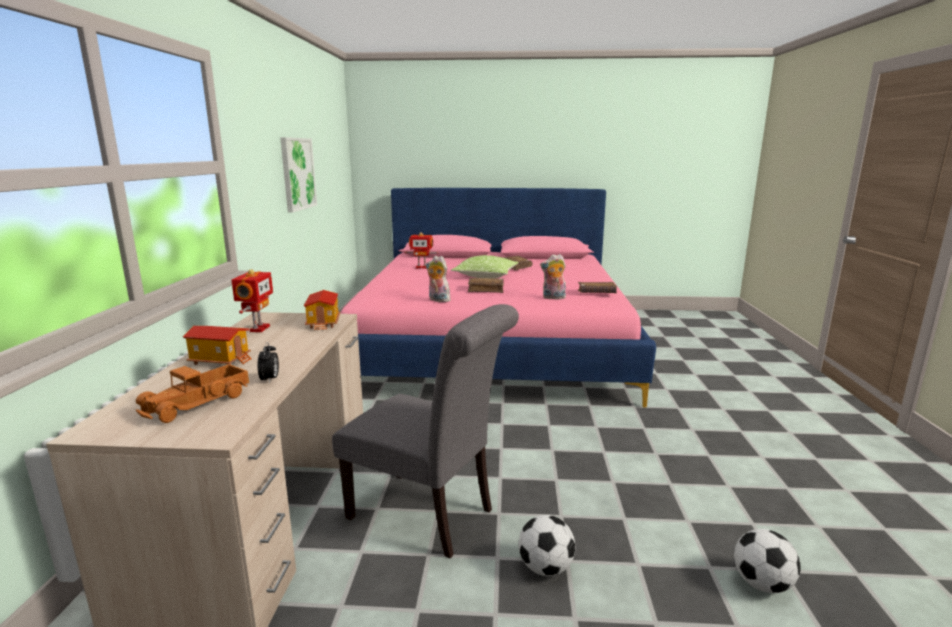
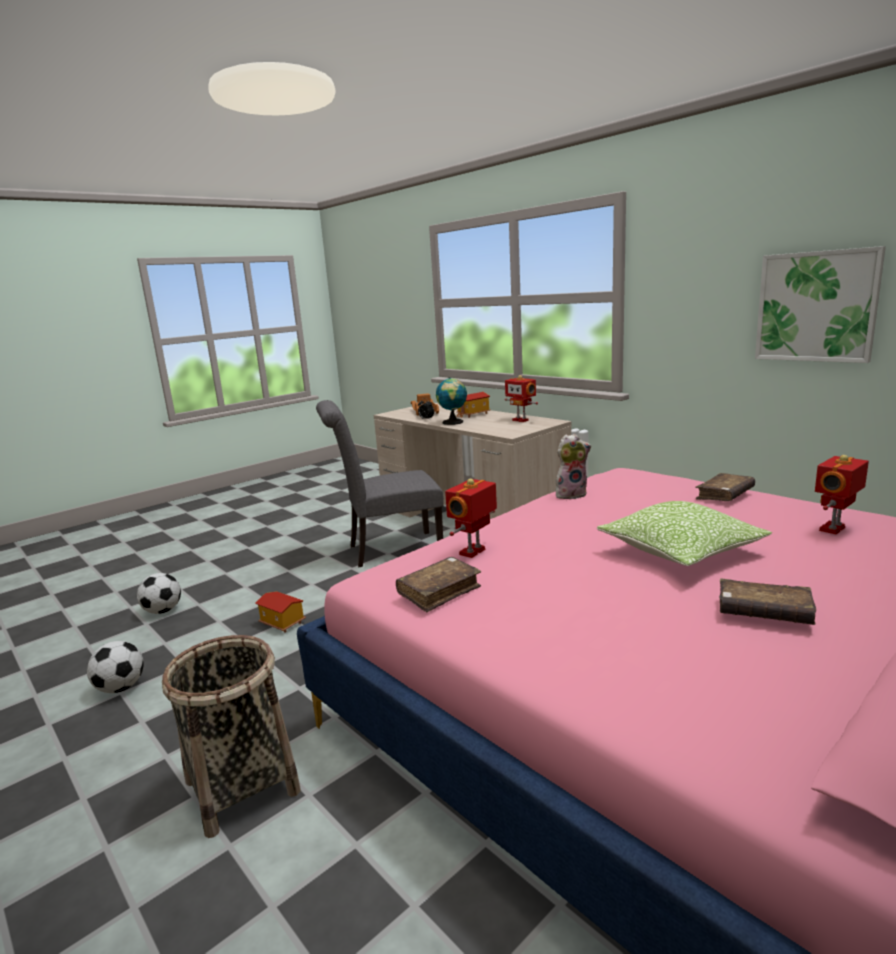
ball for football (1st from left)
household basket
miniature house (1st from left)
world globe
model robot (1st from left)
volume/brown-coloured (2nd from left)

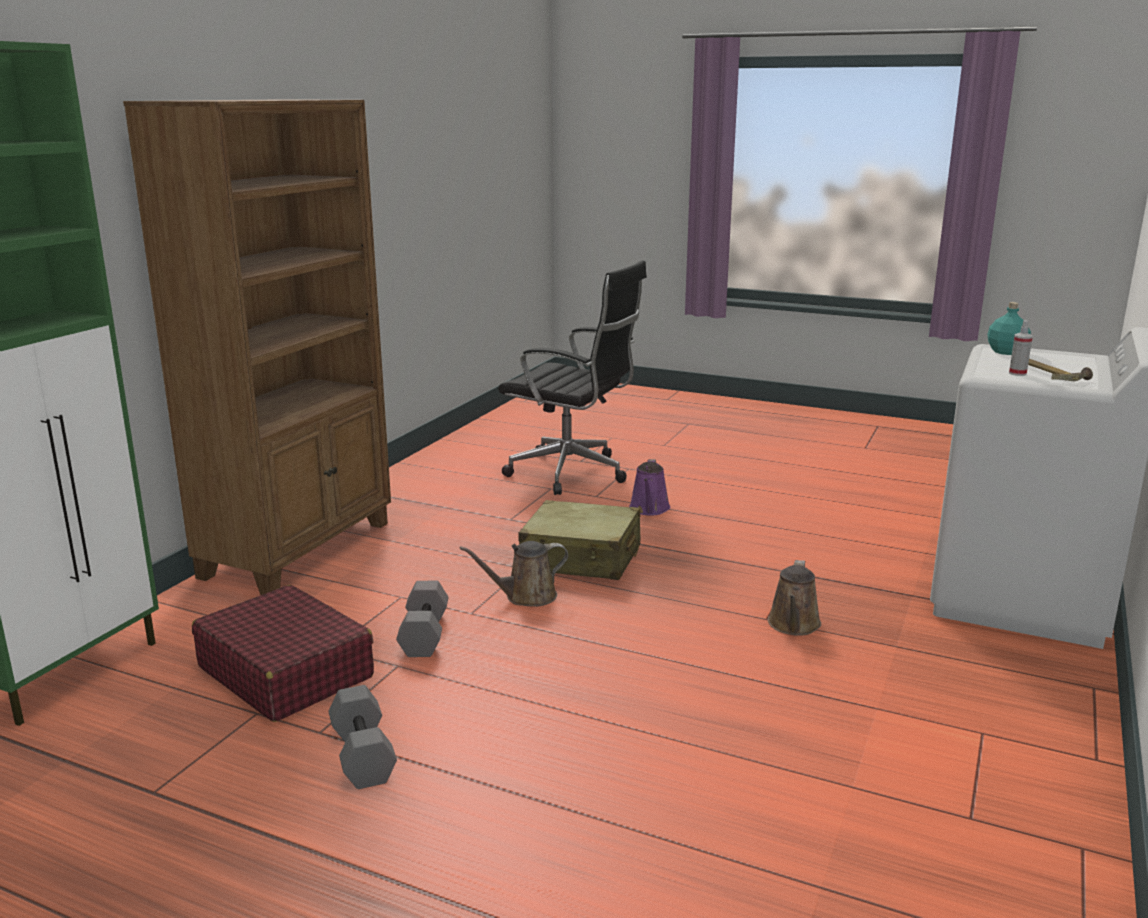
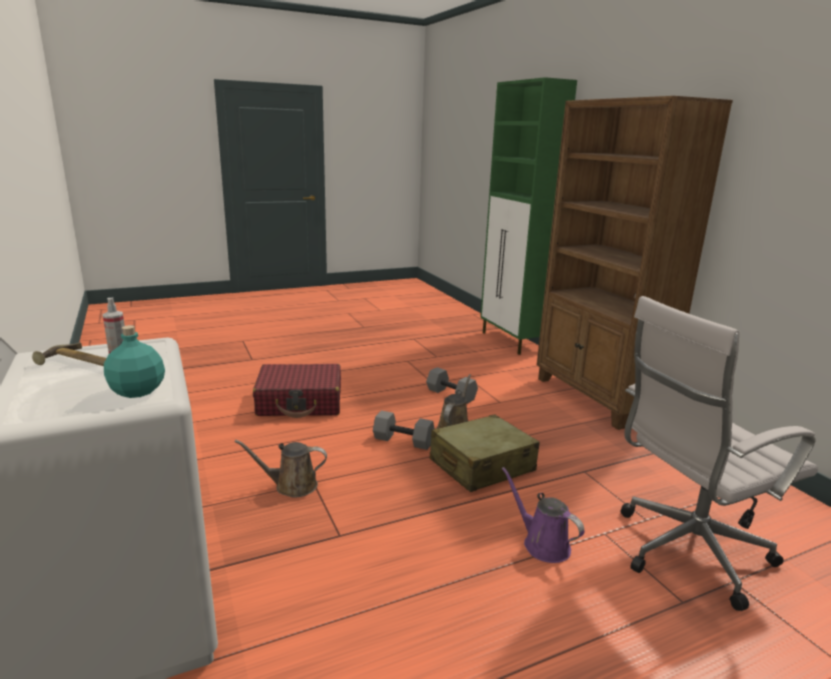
watering can/brown-coloured (1st from left)
suitcase/red-coloured
free weight/gray (1st from left)
computer chair/white

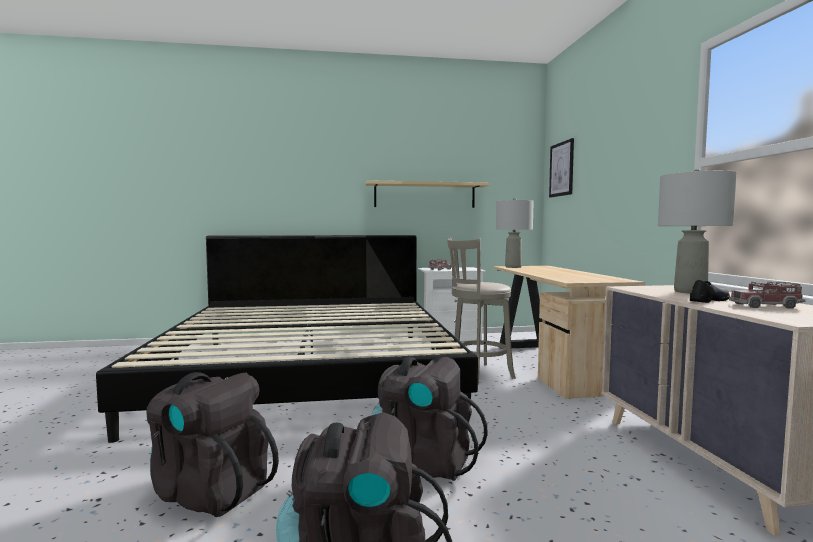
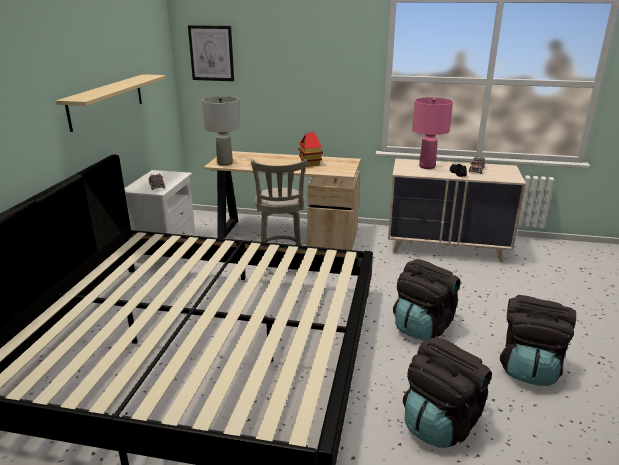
miniature house
lamp for a table/pink-coloured

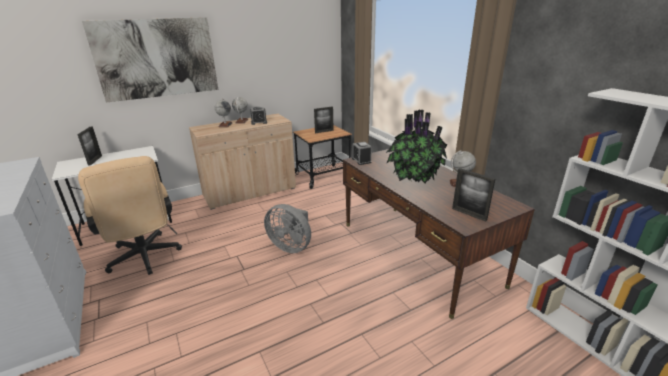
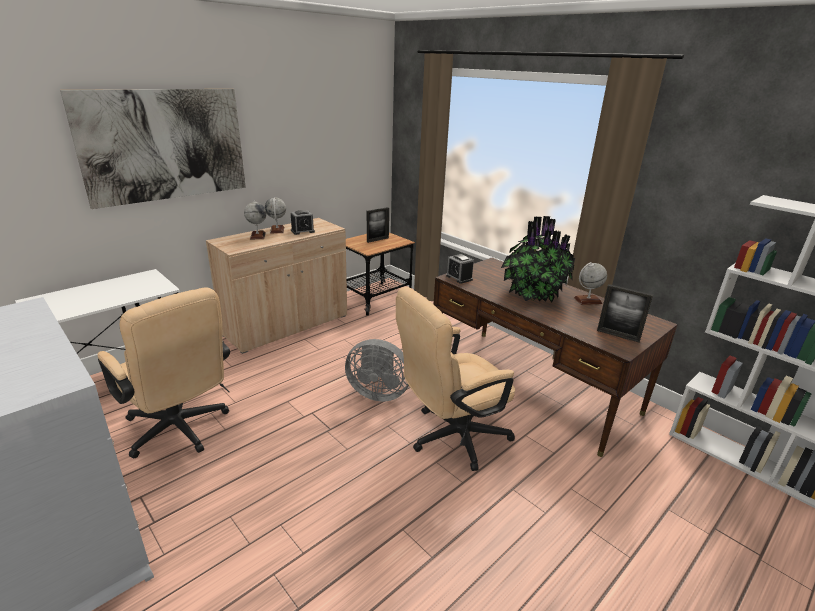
computer chair/beige-coloured (2nd from left)
photo frame (1st from left in the first image)

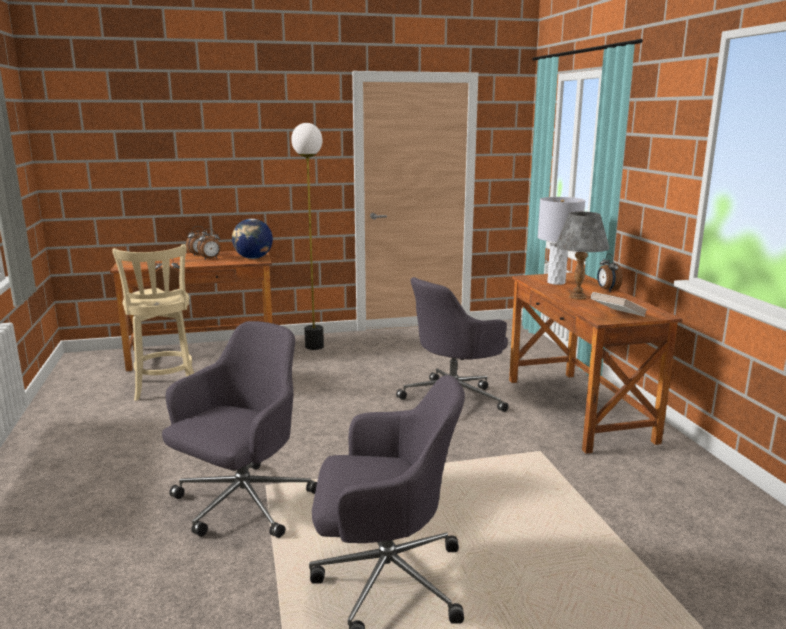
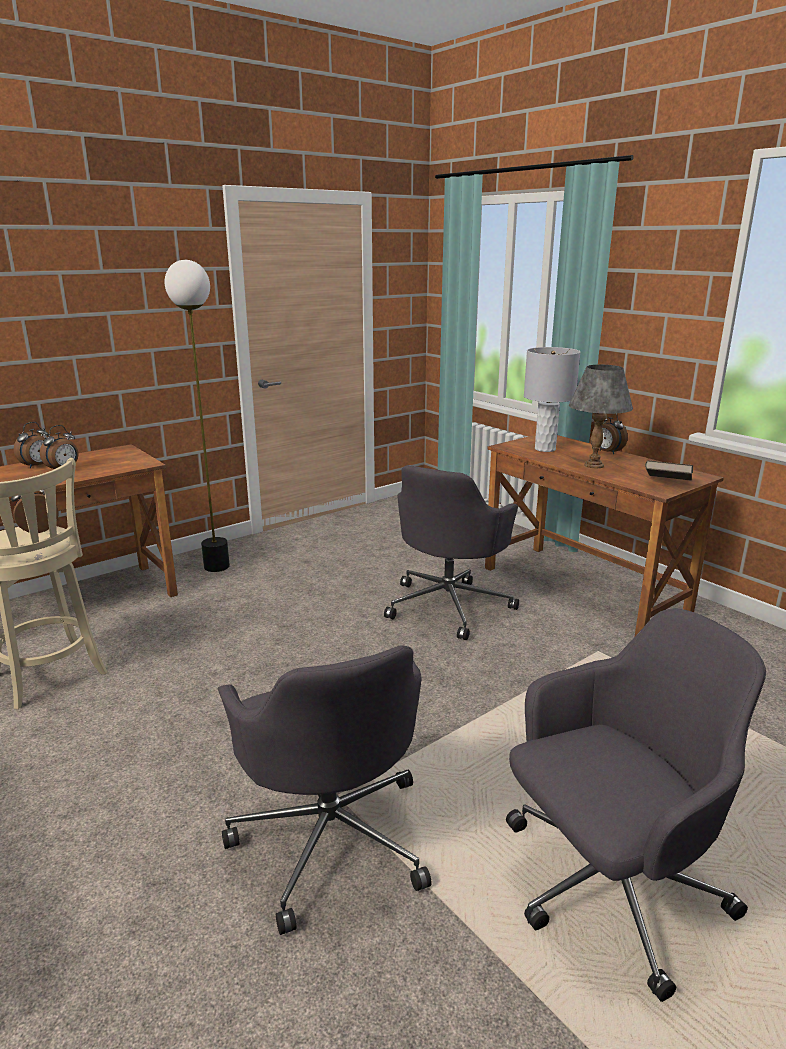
computer chair/gray (1st from left)
volume/brown-coloured
world globe

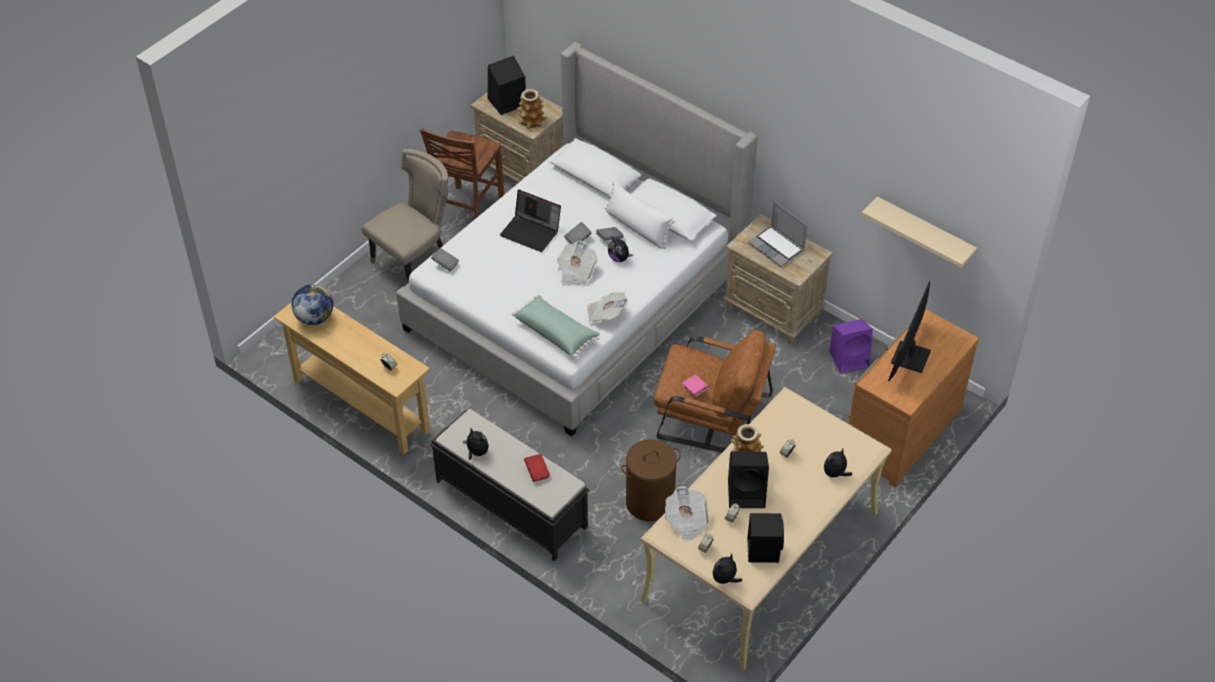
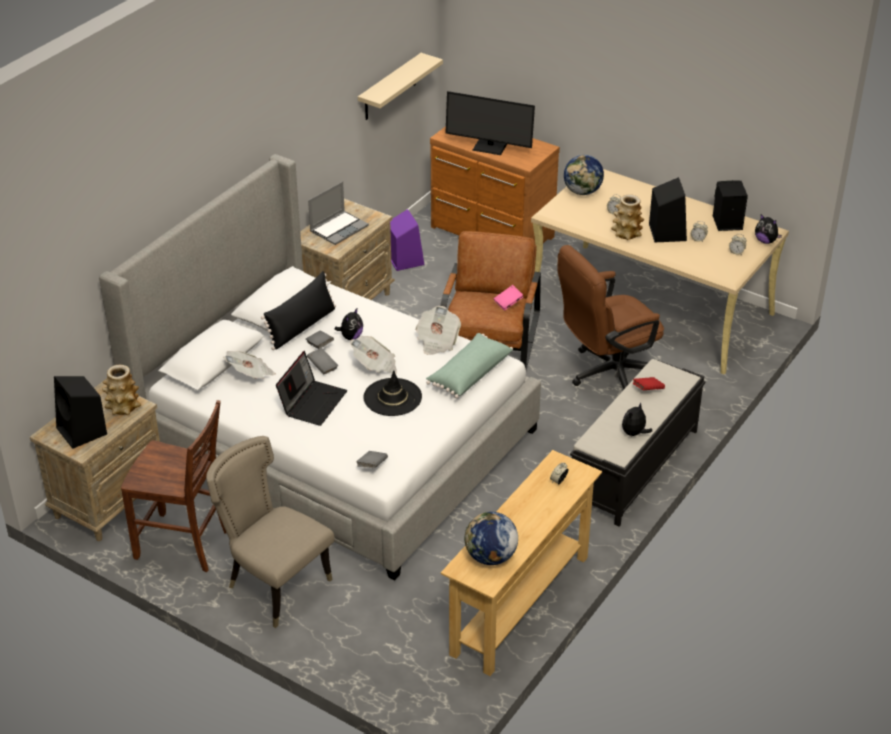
printed paper (1st from left)
cushion/blackish
clothing hat/blackish
computer chair/brown-coloured
world globe (2nd from left)
plush toy (4th from left in the first image)

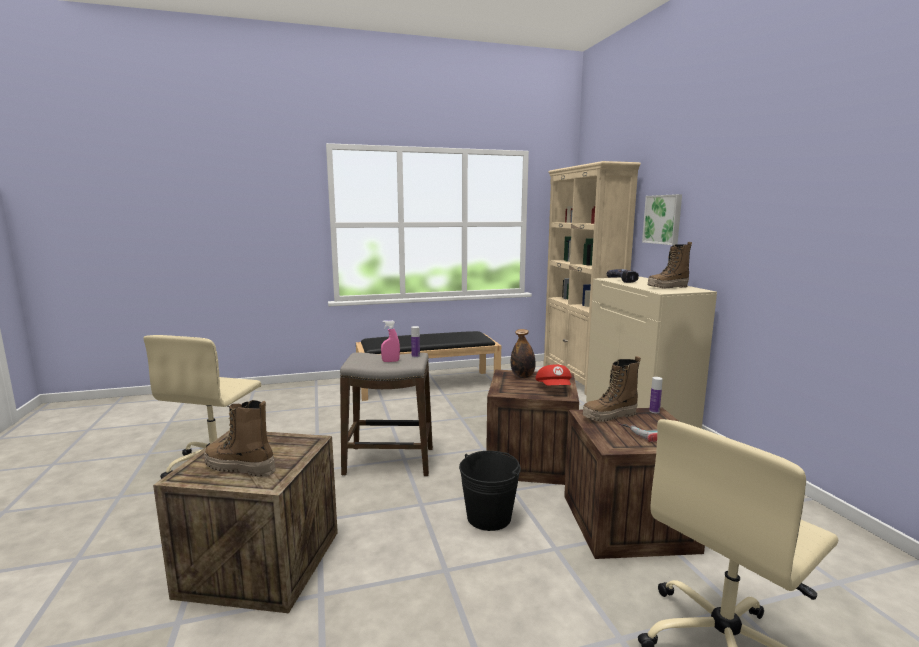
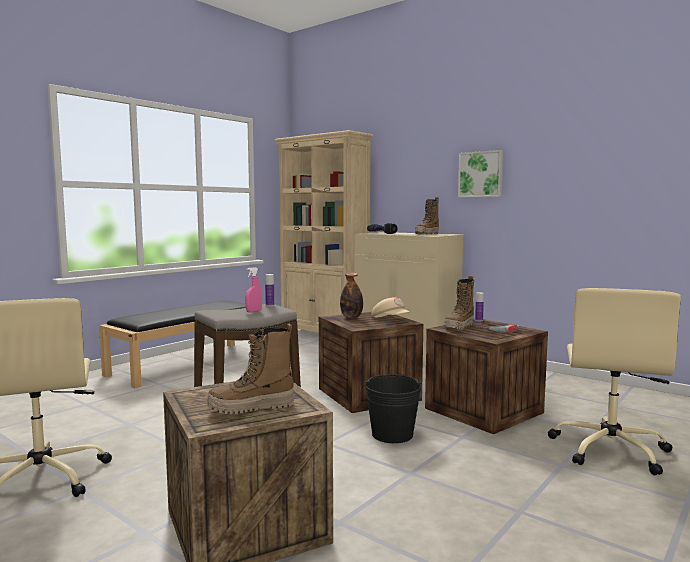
baseball cap/beige-coloured
wall picture

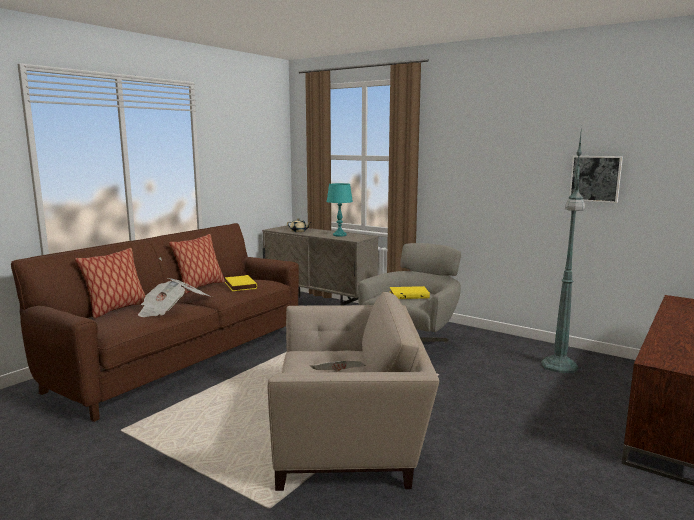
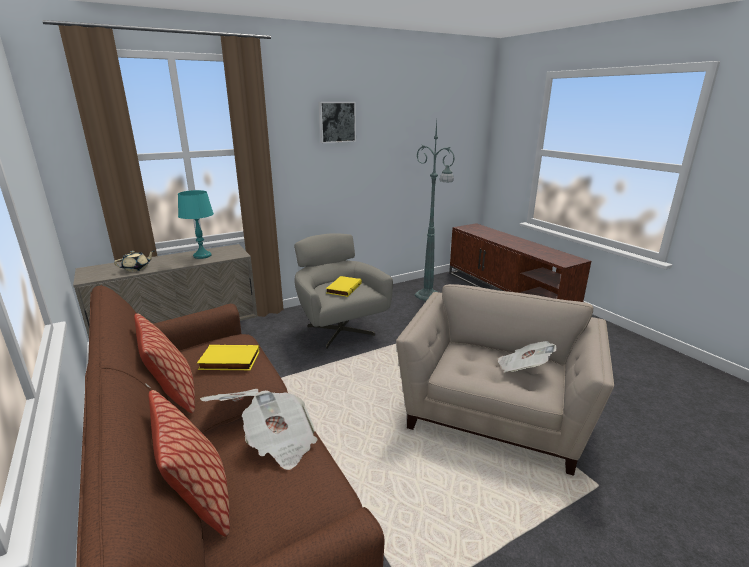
wall picture

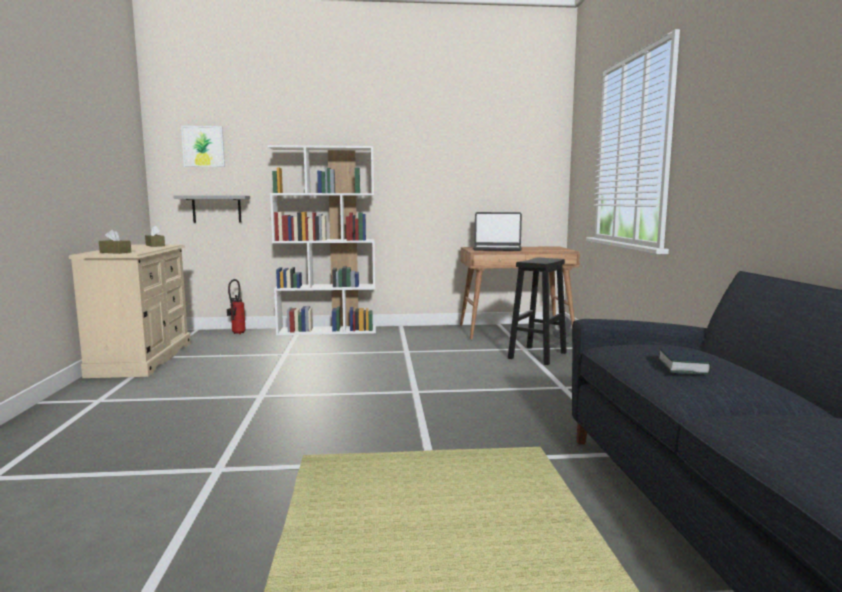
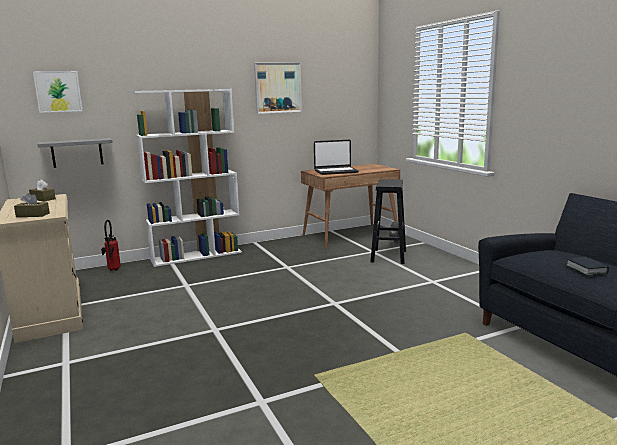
wall picture (2nd from left)

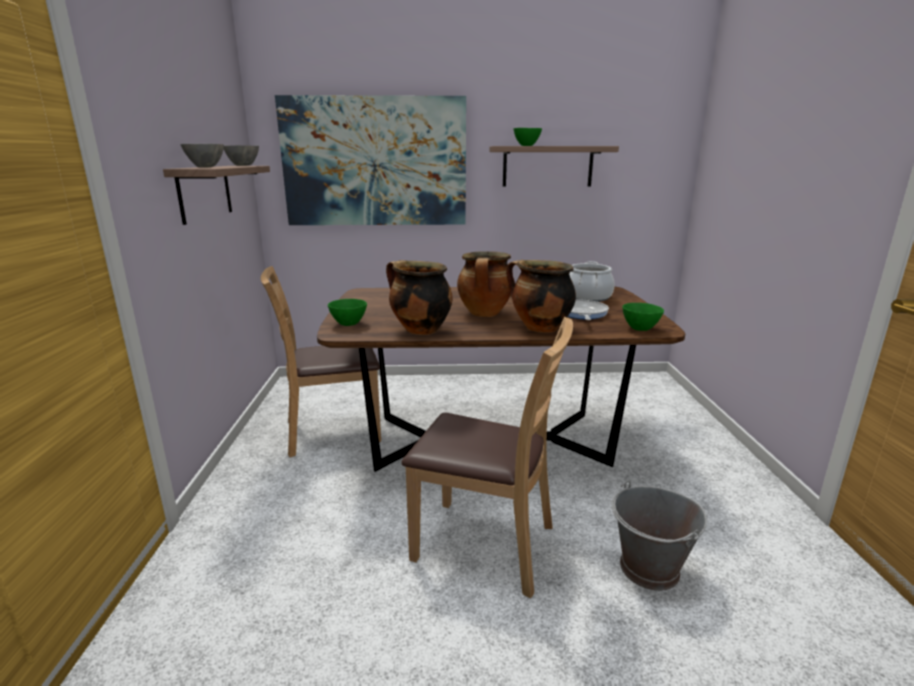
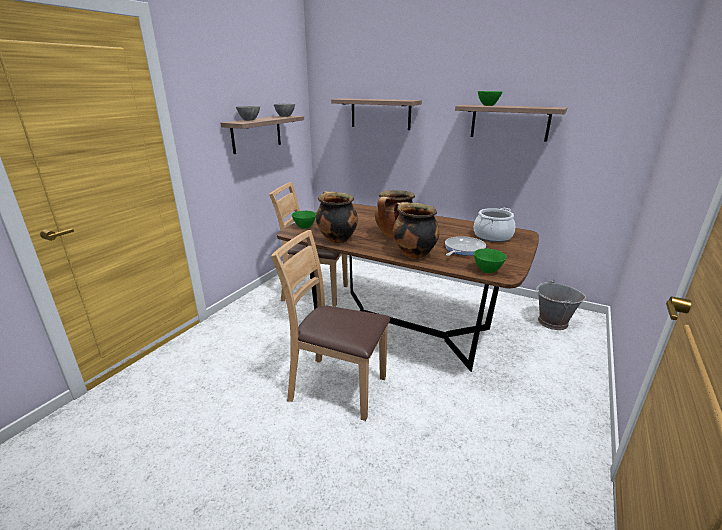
upright chair/brown-coloured (2nd from left)
wall shelf (2nd from left)
water bucket/gray

